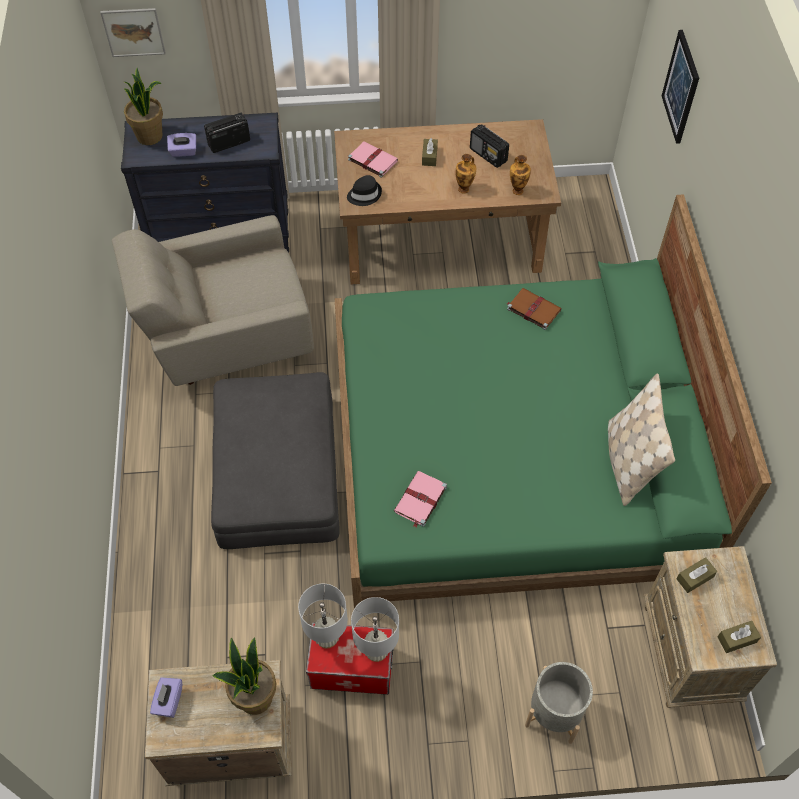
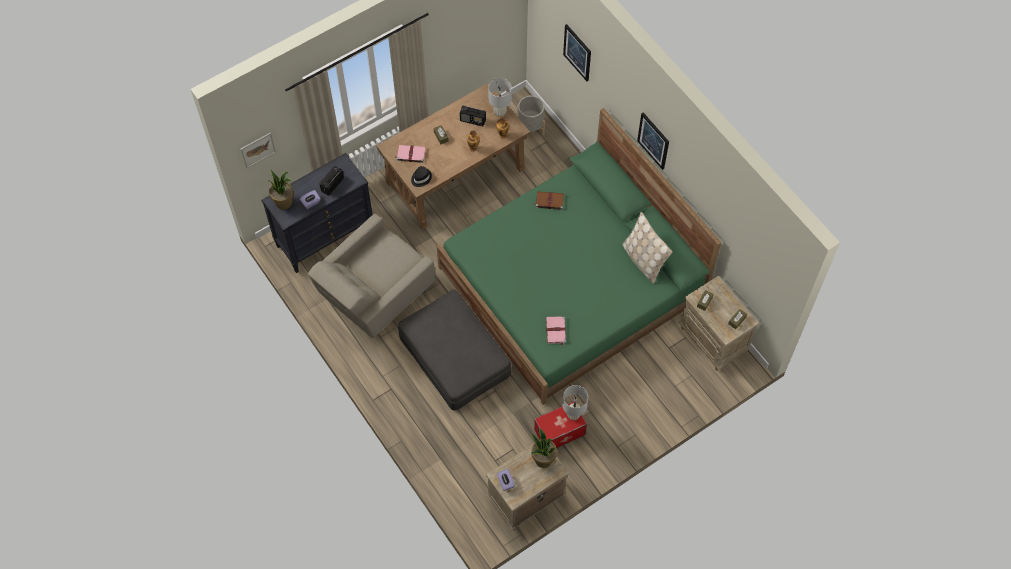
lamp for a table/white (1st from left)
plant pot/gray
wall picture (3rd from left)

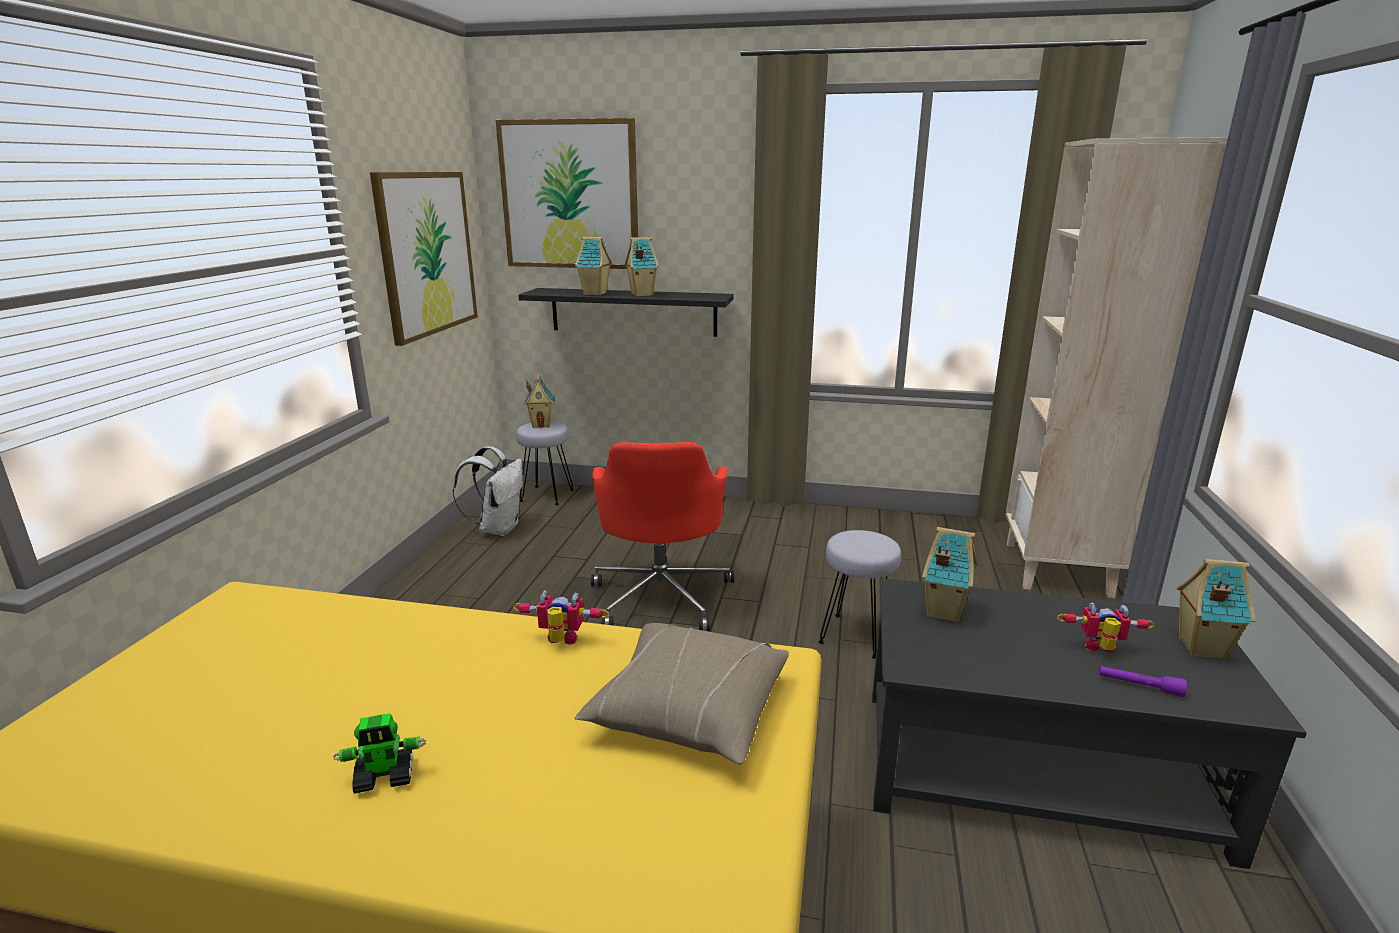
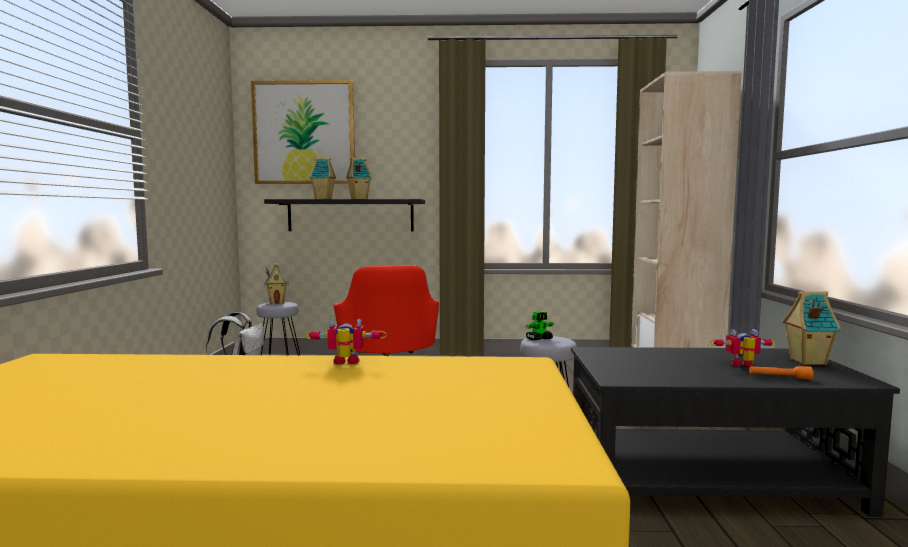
model robot (2nd from left)
hand torch/orange-coloured
wall picture (1st from left in the first image)
cushion/beige-coloured
miniature house (4th from left in the first image)

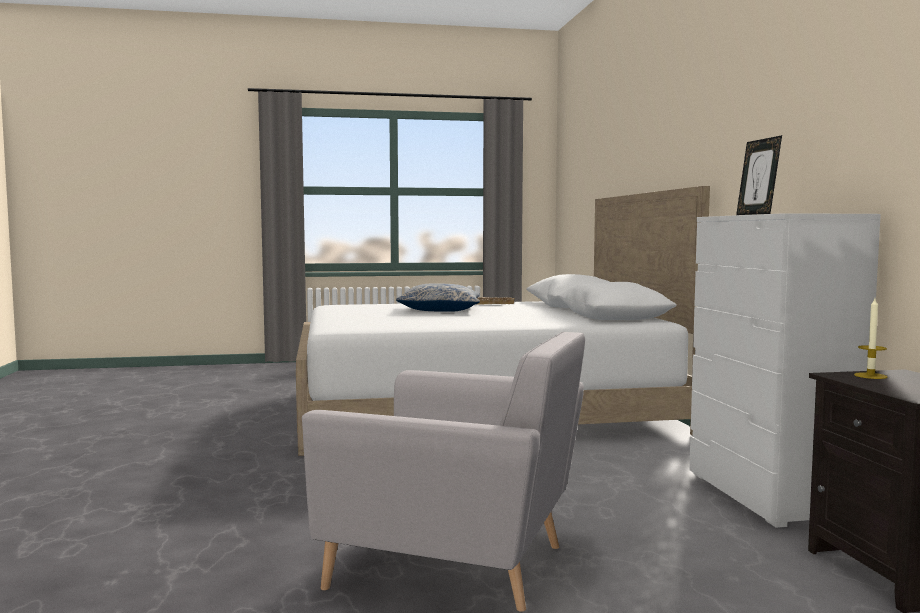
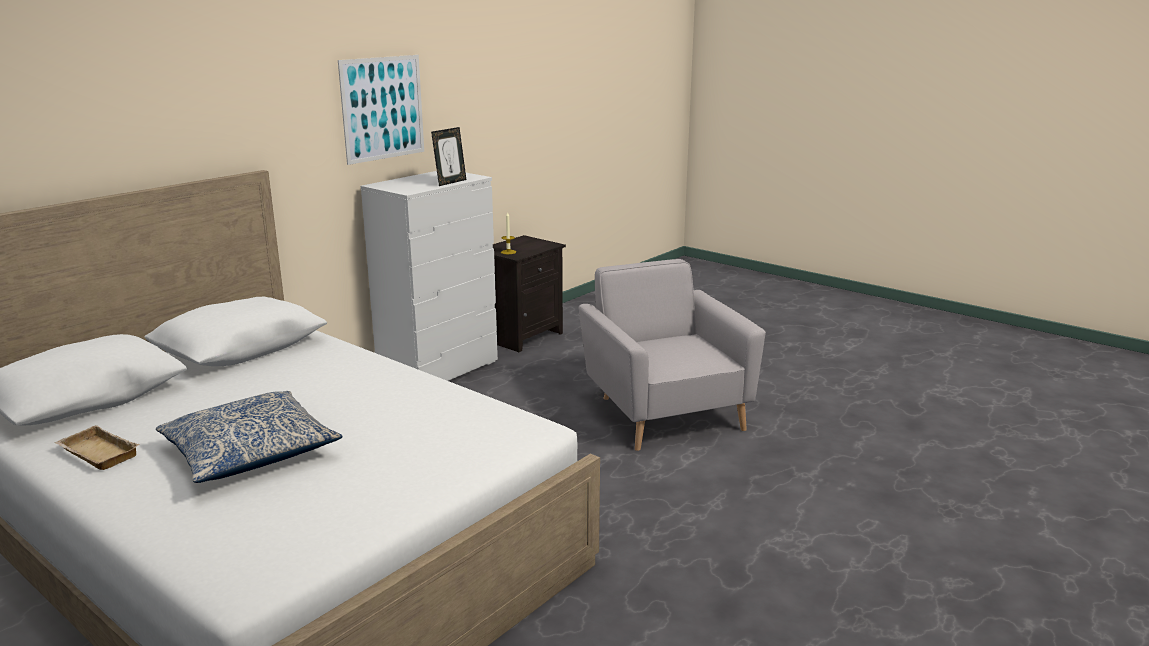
wall picture

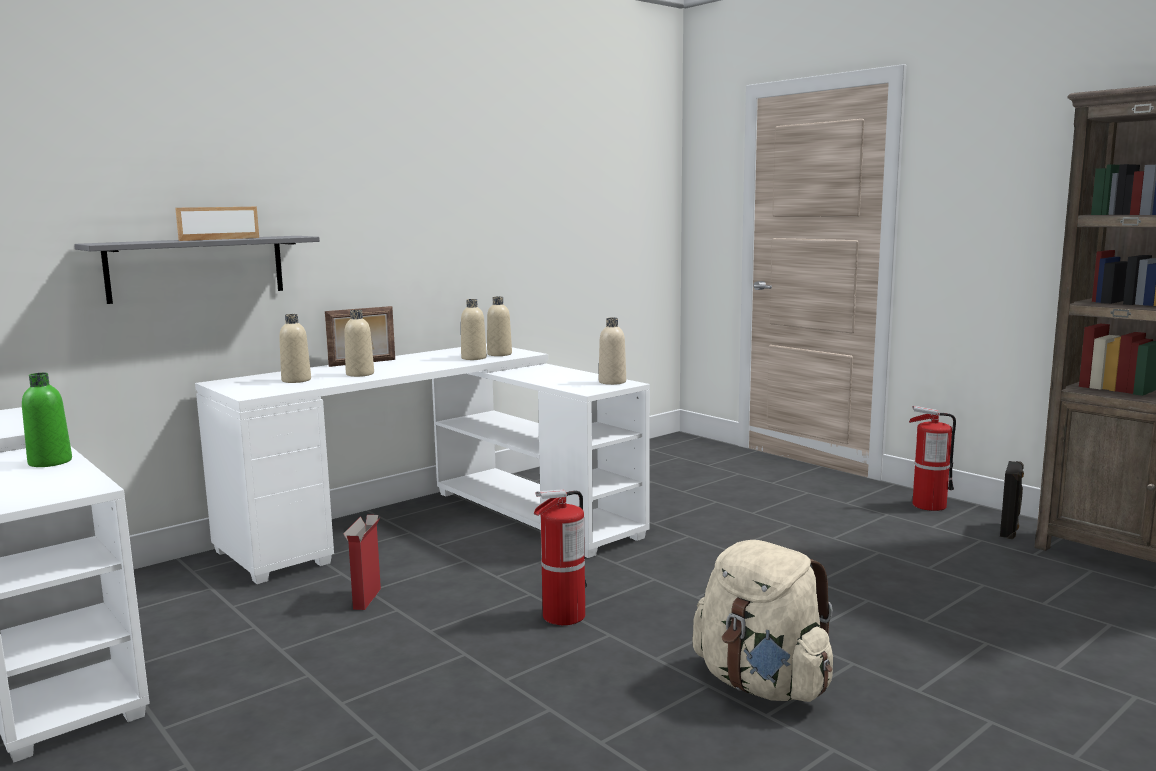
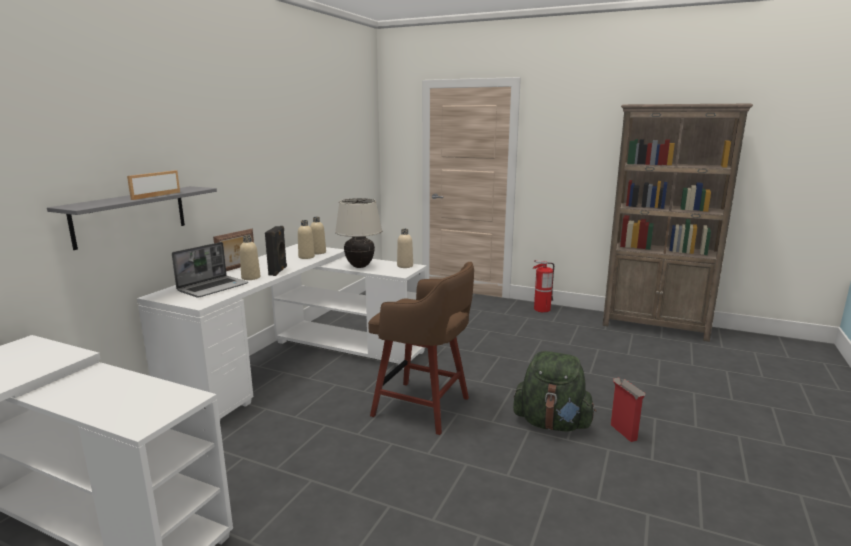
notebook computer
speaker/blackish
lamp for a table/beige-coloured
stool seat/brown-coloured
backpack/green-coloured
carton
bottle/green-coloured

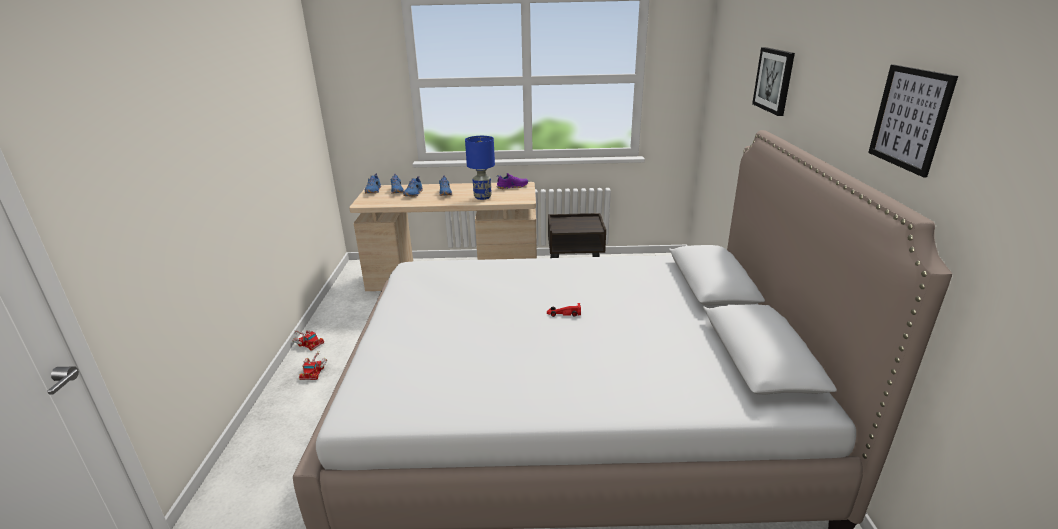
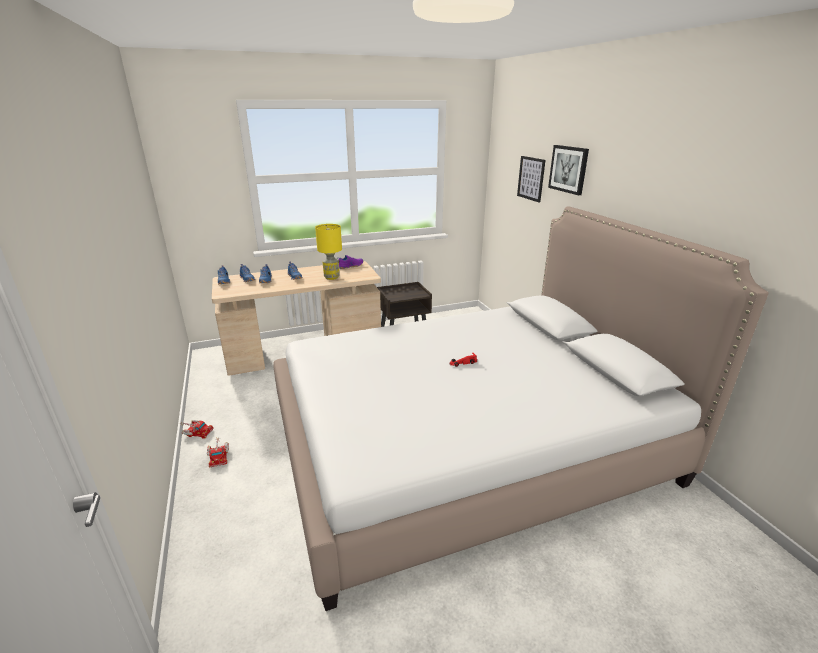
lamp for a table/yellowish
wall picture (1st from left)

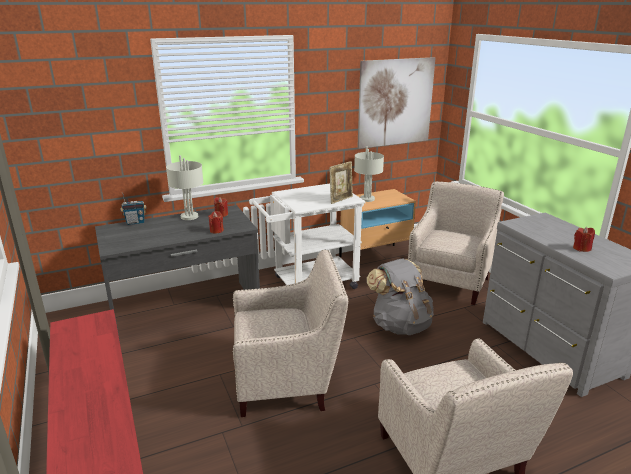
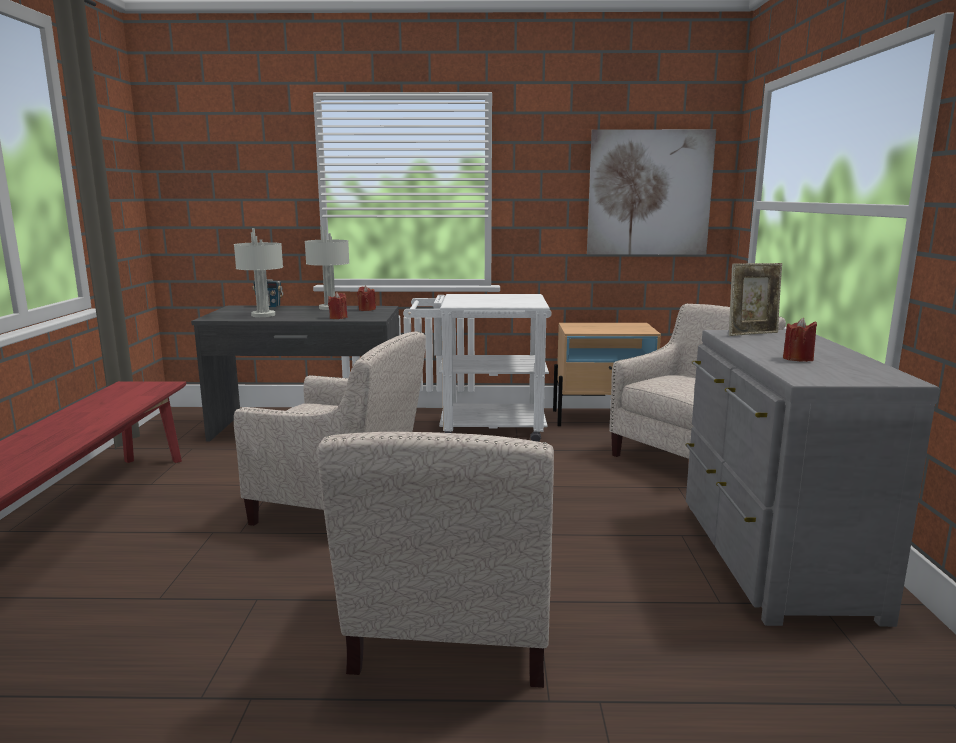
lamp for a table/gray (1st from left)
photo frame
backpack/gray

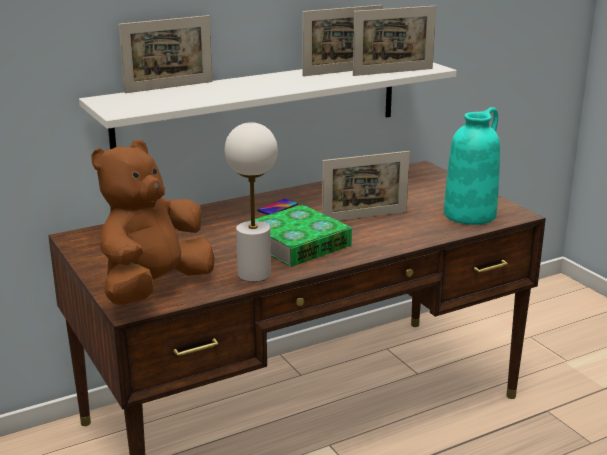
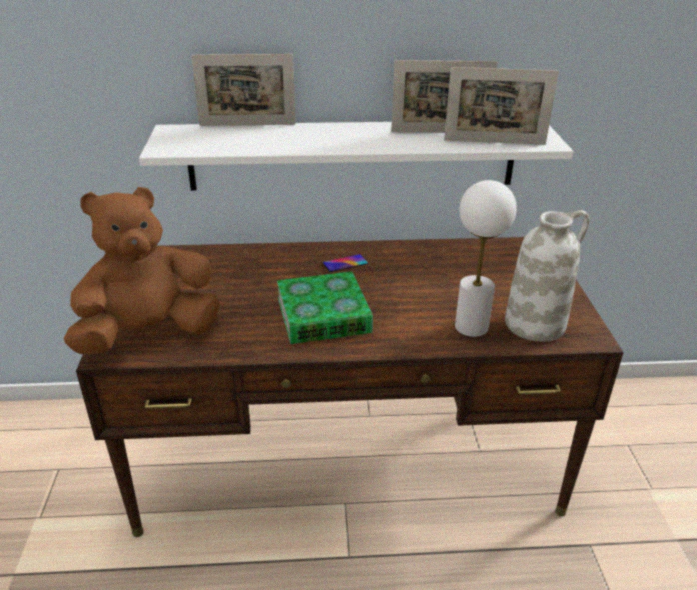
lamp for a table/white
vase/white
photo frame (3rd from left in the first image)

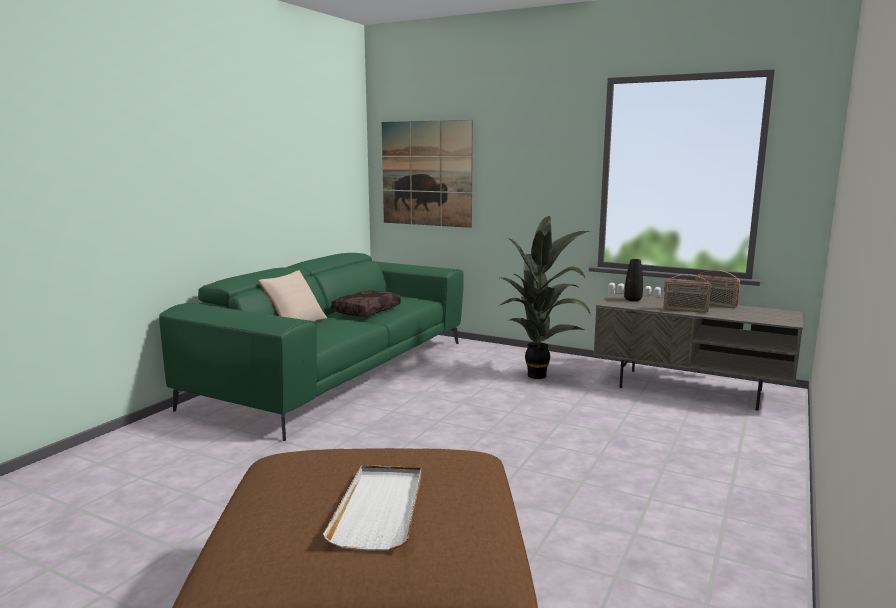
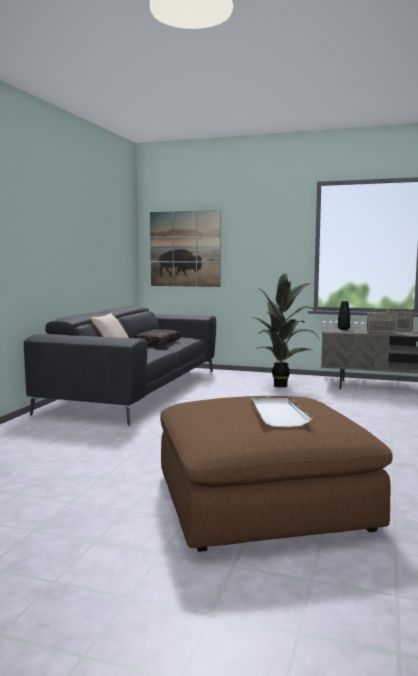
settee/gray

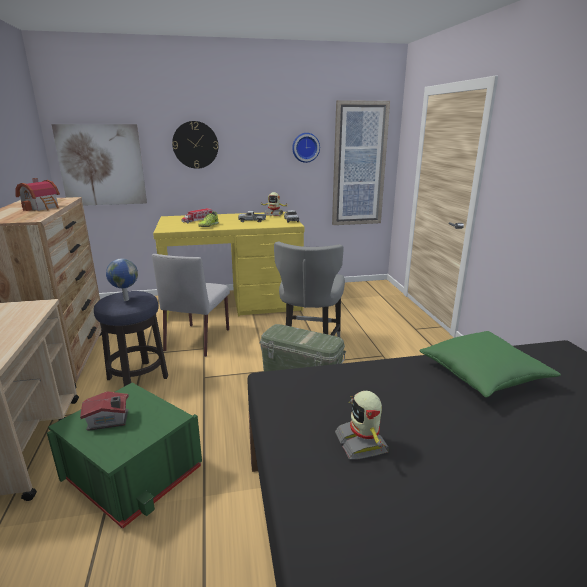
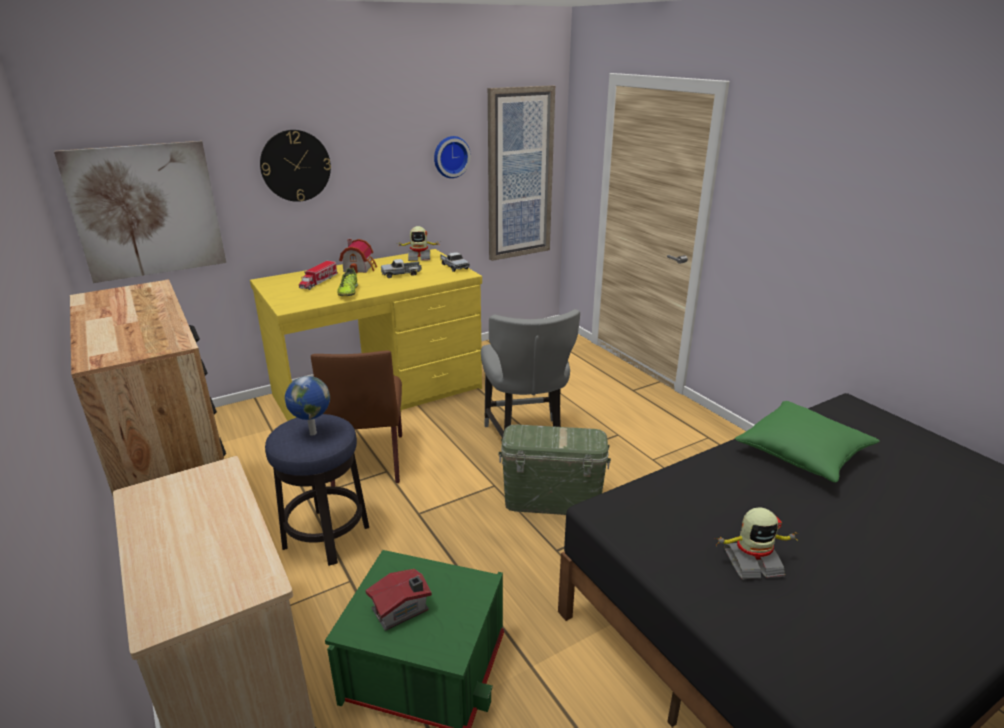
upright chair/brown-coloured
miniature house (1st from left)
model robot (2nd from left)

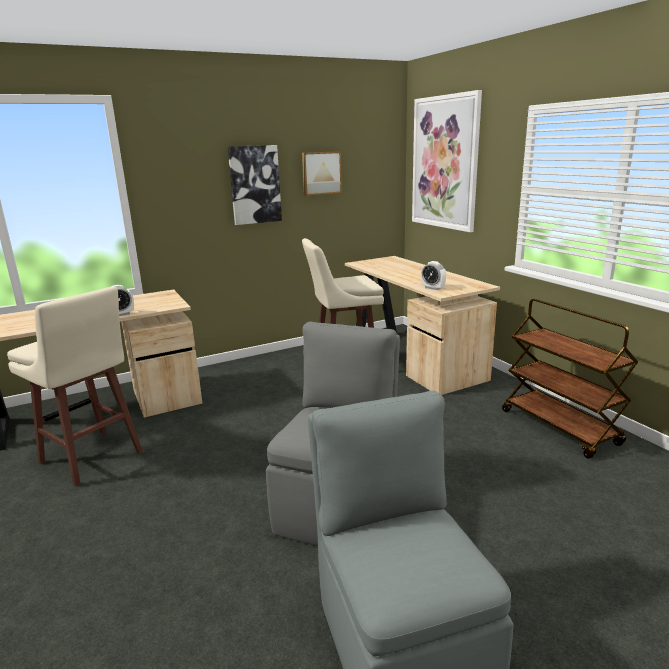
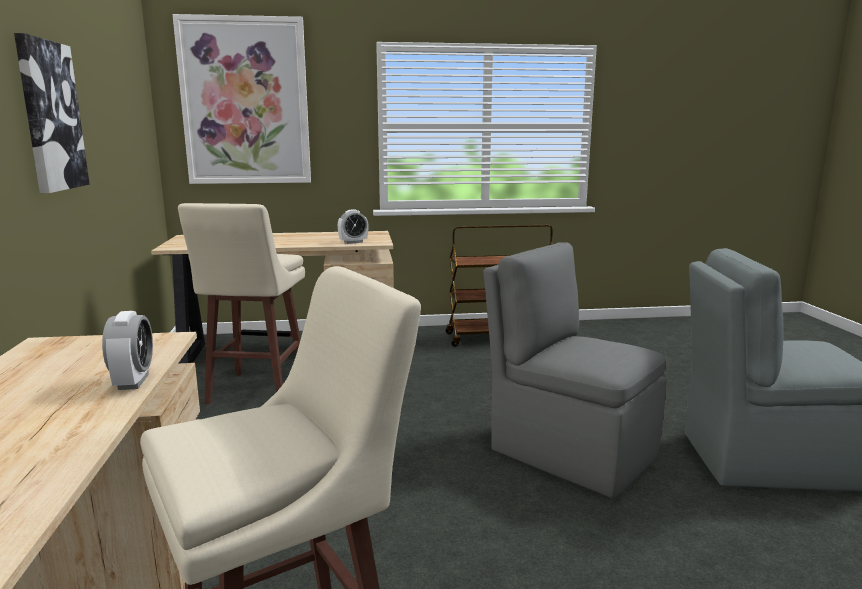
wall picture (2nd from left in the first image)

